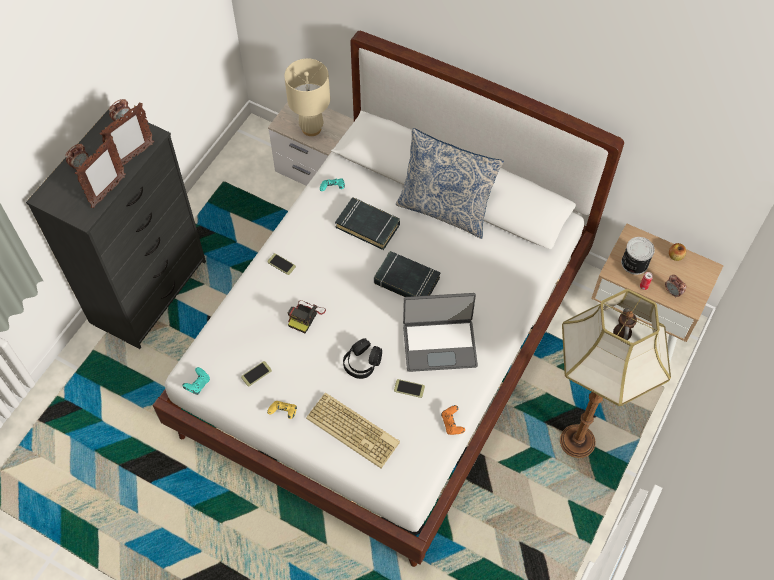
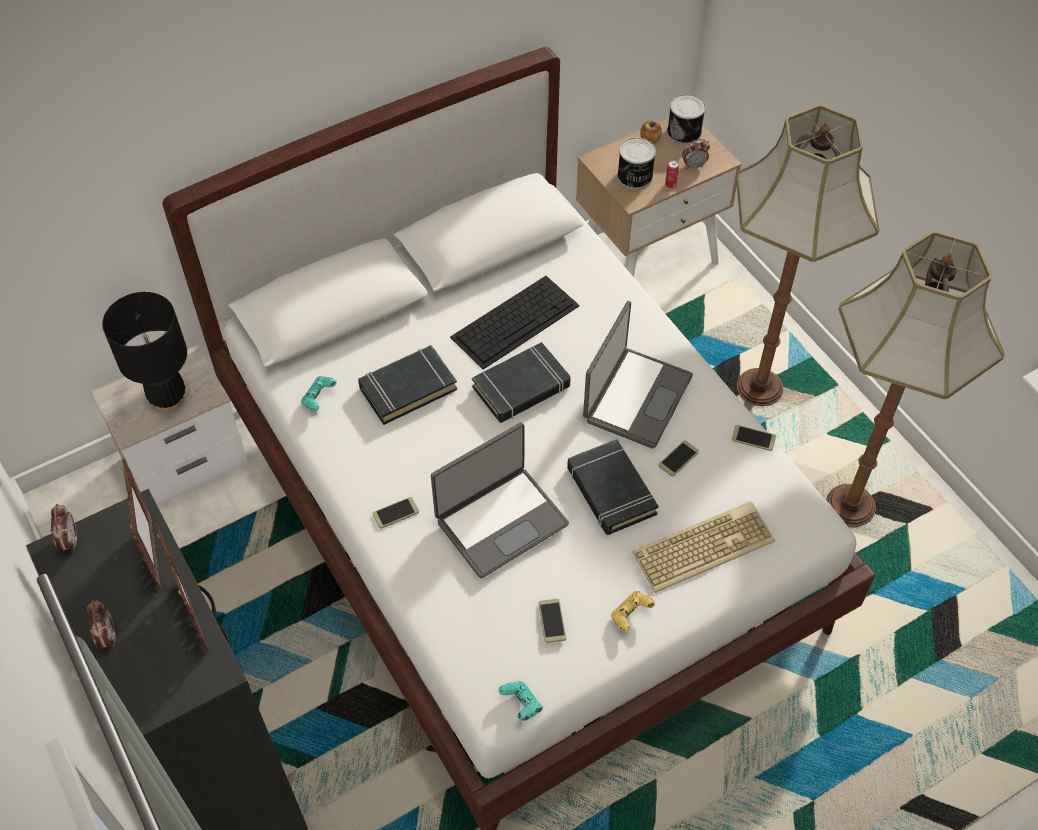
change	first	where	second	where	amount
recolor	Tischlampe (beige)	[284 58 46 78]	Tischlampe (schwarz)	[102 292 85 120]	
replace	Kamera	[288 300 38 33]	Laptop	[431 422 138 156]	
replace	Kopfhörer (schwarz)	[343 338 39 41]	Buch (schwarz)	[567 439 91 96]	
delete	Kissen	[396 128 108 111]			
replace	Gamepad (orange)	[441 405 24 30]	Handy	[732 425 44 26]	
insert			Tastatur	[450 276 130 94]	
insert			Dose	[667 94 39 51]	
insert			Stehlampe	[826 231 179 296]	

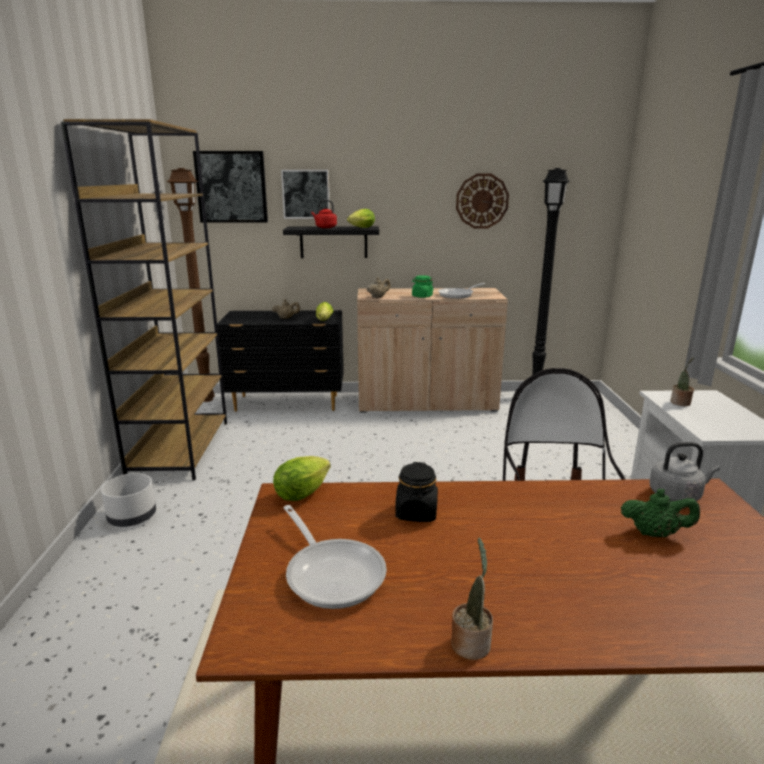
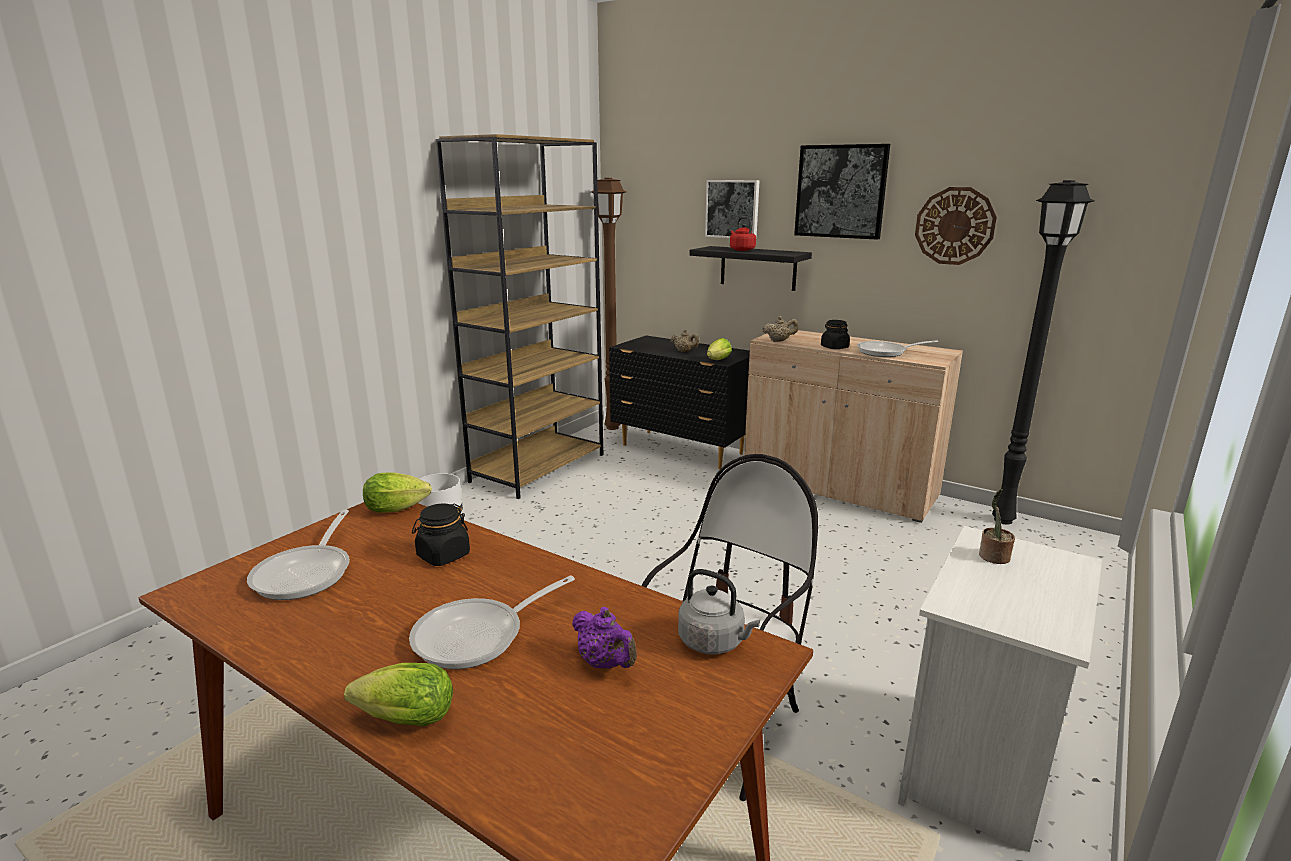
change	first	where	second	where	amount
move	Bild	[193 151 75 72]		[794 144 96 96]	
move	Salatkopf	[347 209 28 19]		[344 663 109 63]	
recolor	Vorratsglas (grün)	[412 275 21 23]	Vorratsglas (schwarz)	[821 320 29 29]	
delete	Topfpflanze	[451 538 42 122]			
recolor	Teekanne (grün)	[621 489 79 48]	Teekanne (lila)	[572 607 65 62]	
insert			Pfanne	[409 576 166 93]	

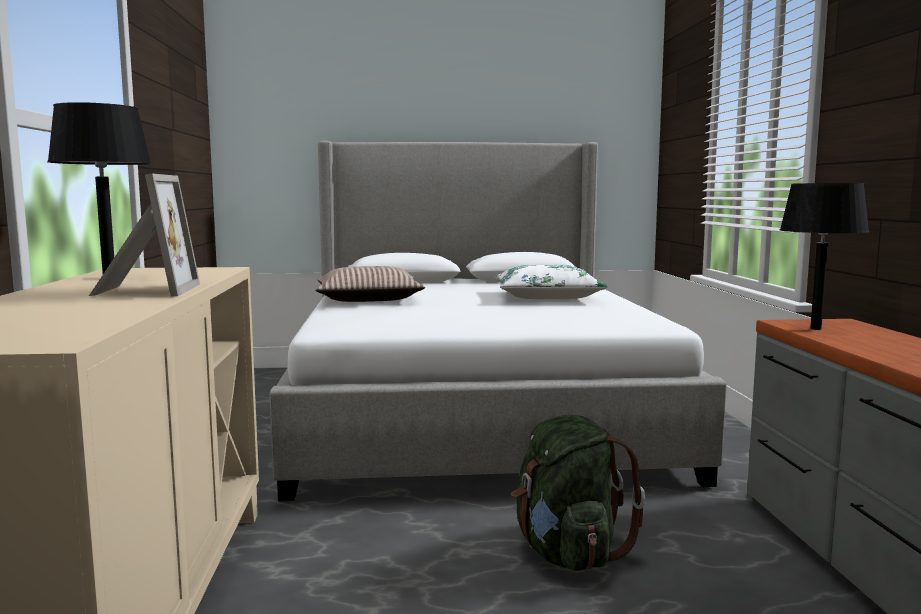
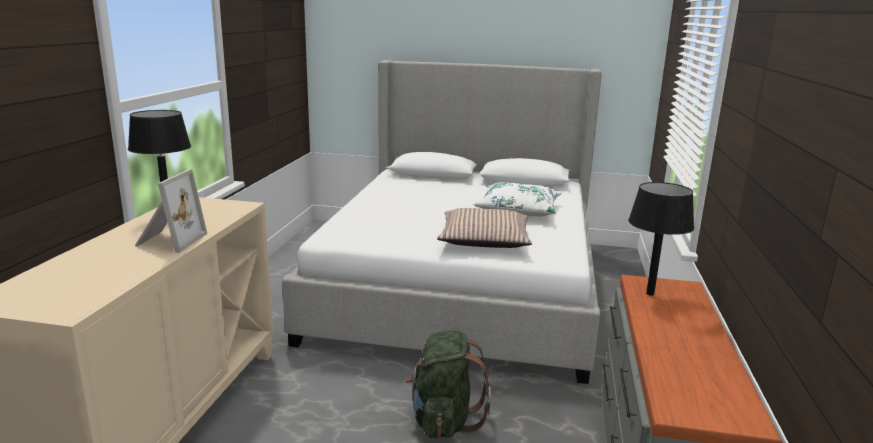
change	first	where	second	where	amount
move	Kissen	[315 266 110 36]		[437 208 95 40]	

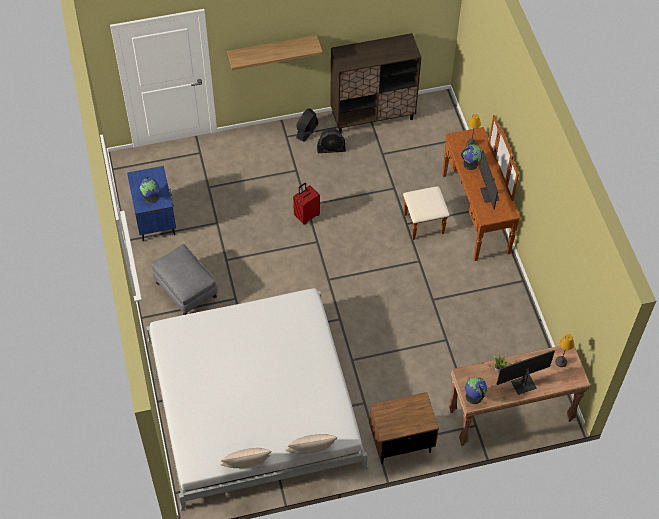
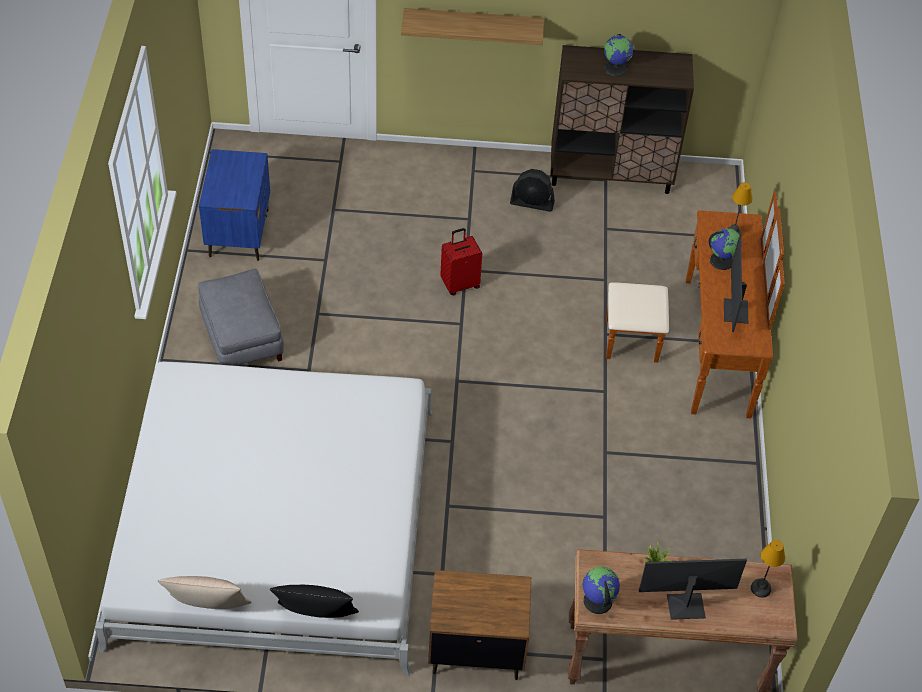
change	first	where	second	where	amount
move	Globus	[140 177 19 27]		[604 34 29 42]	
recolor	Kissen (beige)	[285 434 53 20]	Kissen (schwarz)	[270 585 89 33]	
delete	Ventilator (schwarz)	[296 109 22 33]			

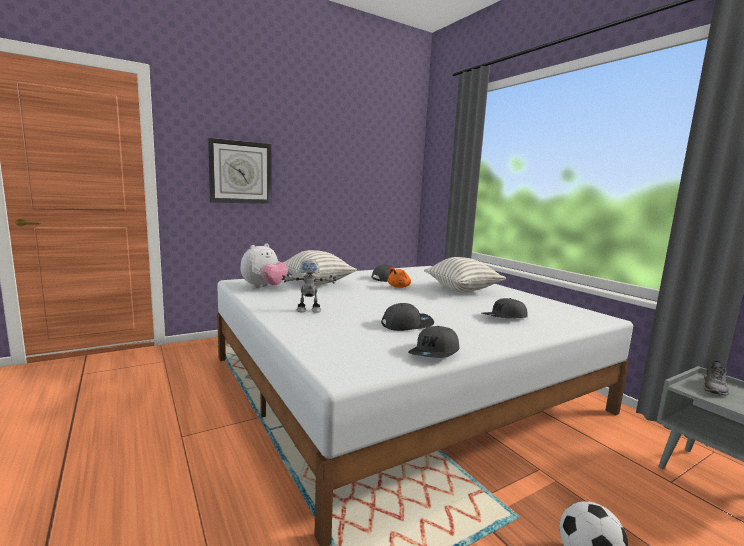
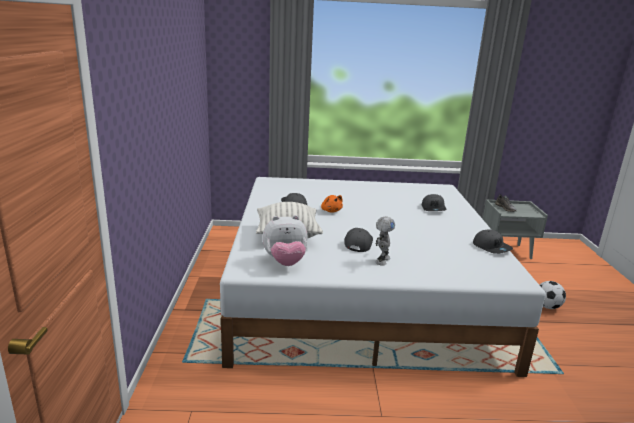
change	first	where	second	where	amount
delete	Wanduhr	[208 138 64 66]			
rotate	Plüschtier	[241 243 47 45]		[262 215 46 51]	105 degrees clockwise
move	Kappe (grau)	[381 303 53 28]		[344 228 29 24]	
delete	Kissen	[424 257 82 36]			

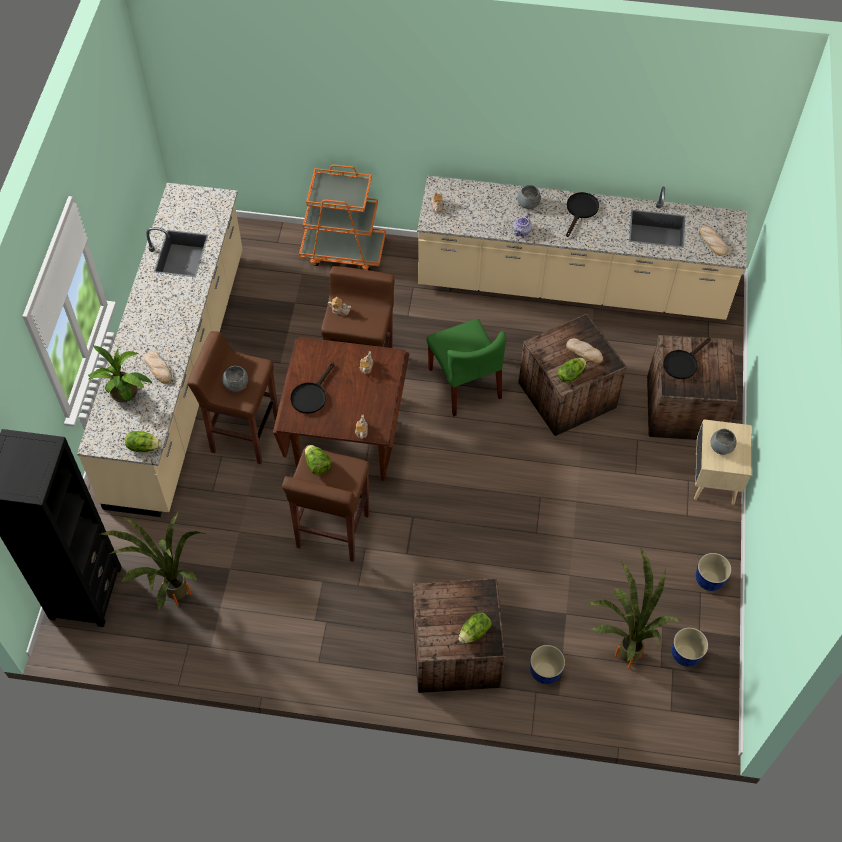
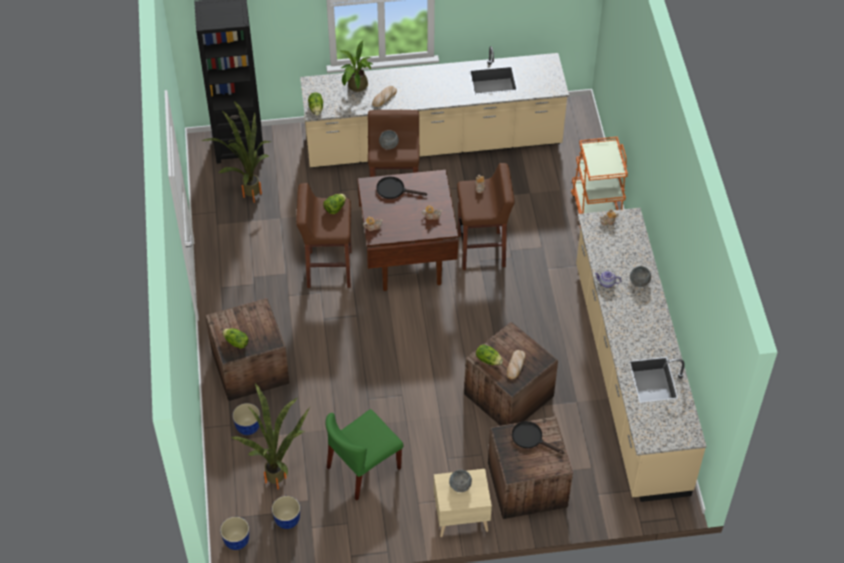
change	first	where	second	where	amount
move	Stuhl (grün)	[426 319 80 97]		[326 409 77 92]	
delete	Pfanne (schwarz)	[566 192 33 45]			
move	Pflanzkübel	[696 553 36 38]		[220 517 29 33]	
delete	Brot	[700 226 28 30]			

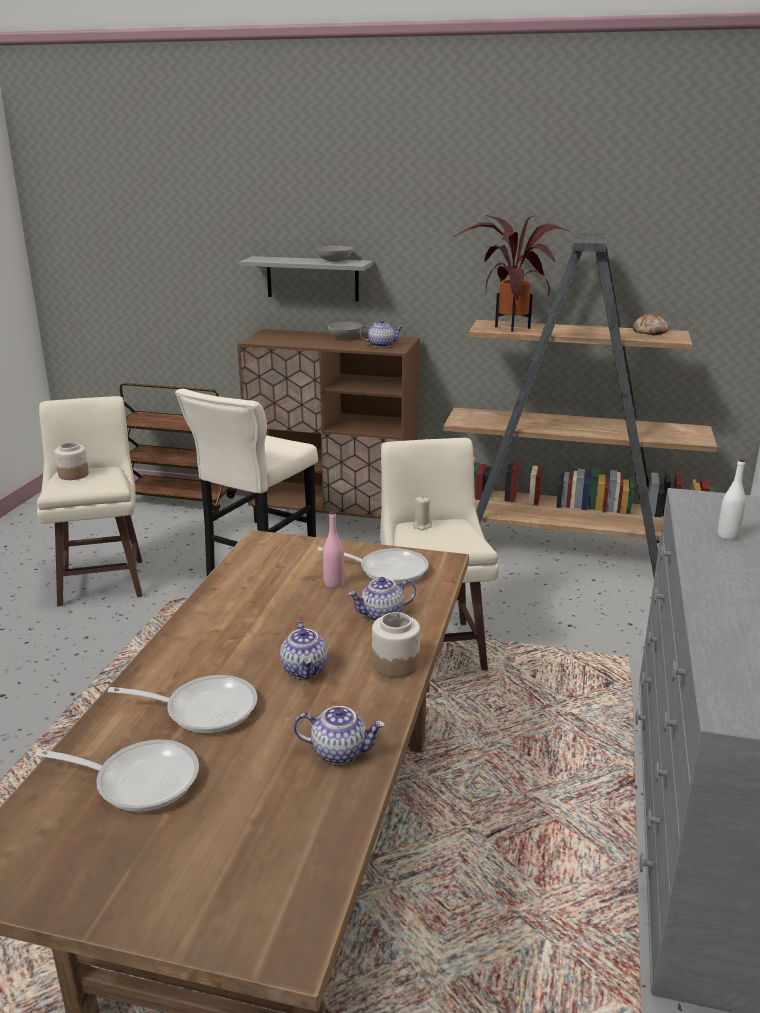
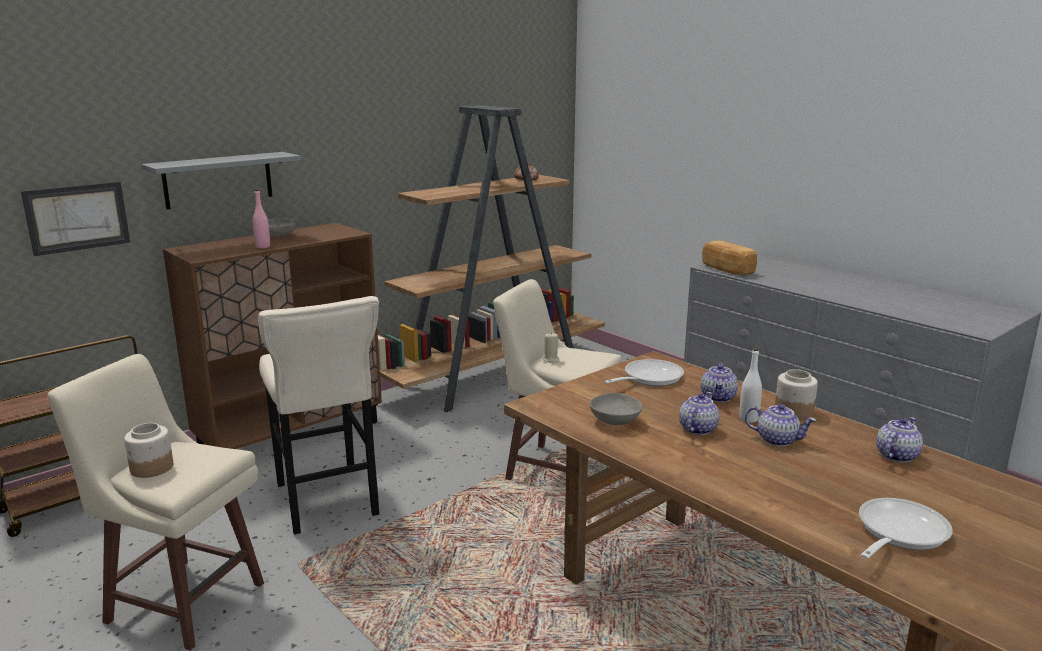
change	first	where	second	where	amount
delete	Pfanne	[108 675 149 59]			
move	Schüssel (grau)	[316 246 37 16]		[590 393 53 32]	
move	Flasche (rosa)	[323 511 21 77]		[253 189 17 59]	
move	Teekanne	[360 320 43 28]		[679 392 41 43]	
delete	Topfpflanze	[455 215 116 117]			
move	Flasche (weiß)	[718 459 28 81]		[739 348 23 75]	
insert			Bild	[21 182 109 74]	
insert			Brot	[702 240 55 35]	

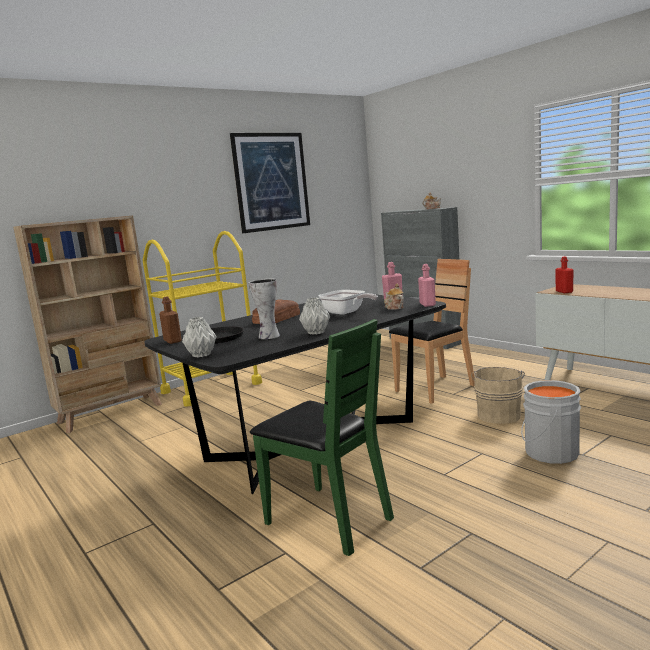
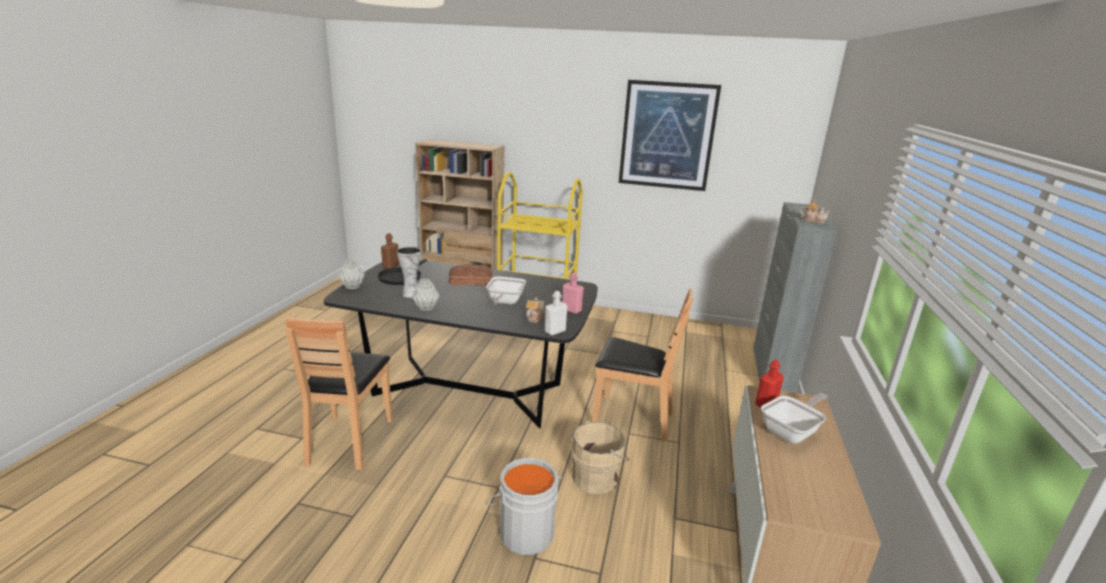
change	first	where	second	where	amount
recolor	Stuhl (grün)	[250 319 144 237]	Stuhl (braun)	[285 317 107 153]	
recolor	Flasche (rosa)	[418 264 18 43]	Flasche (weiß)	[545 291 22 45]	
insert			Pfanne	[761 393 67 51]	

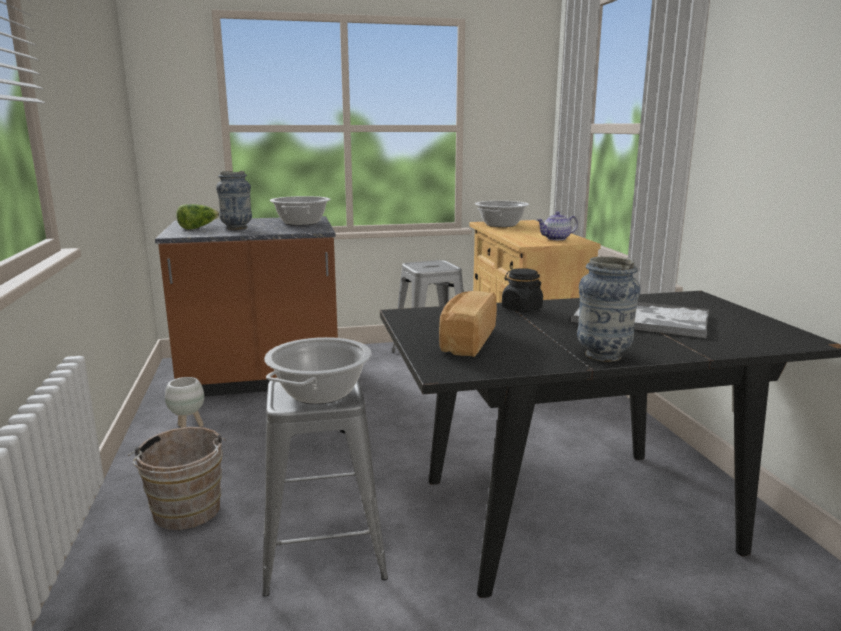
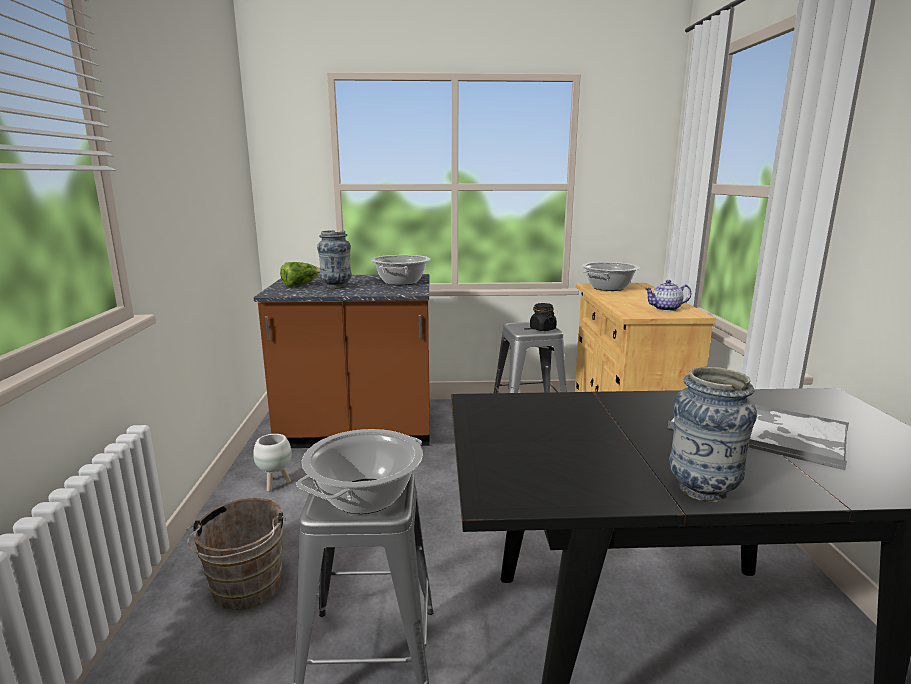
change	first	where	second	where	amount
delete	Brot	[439 291 58 66]			
move	Vorratsglas (schwarz)	[502 268 41 44]		[530 303 27 28]	

